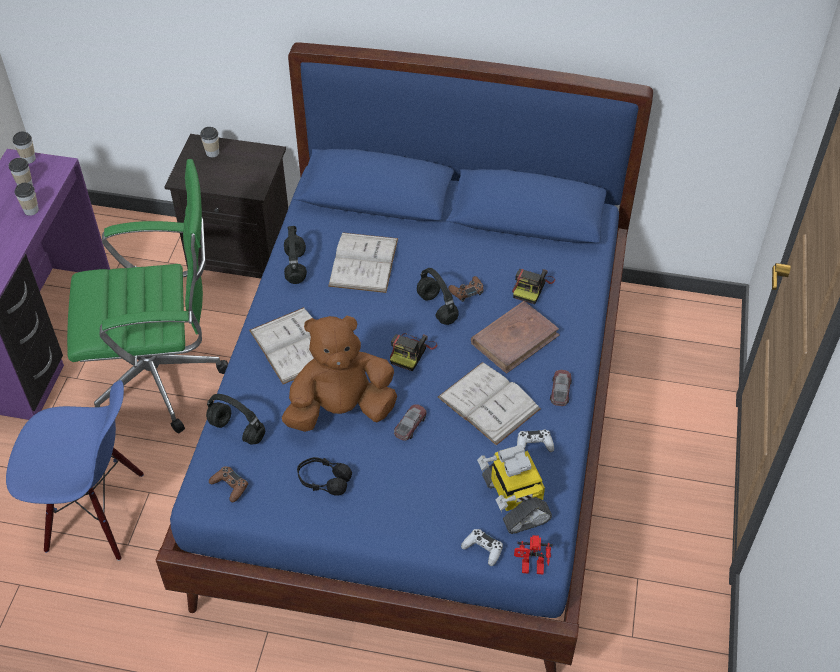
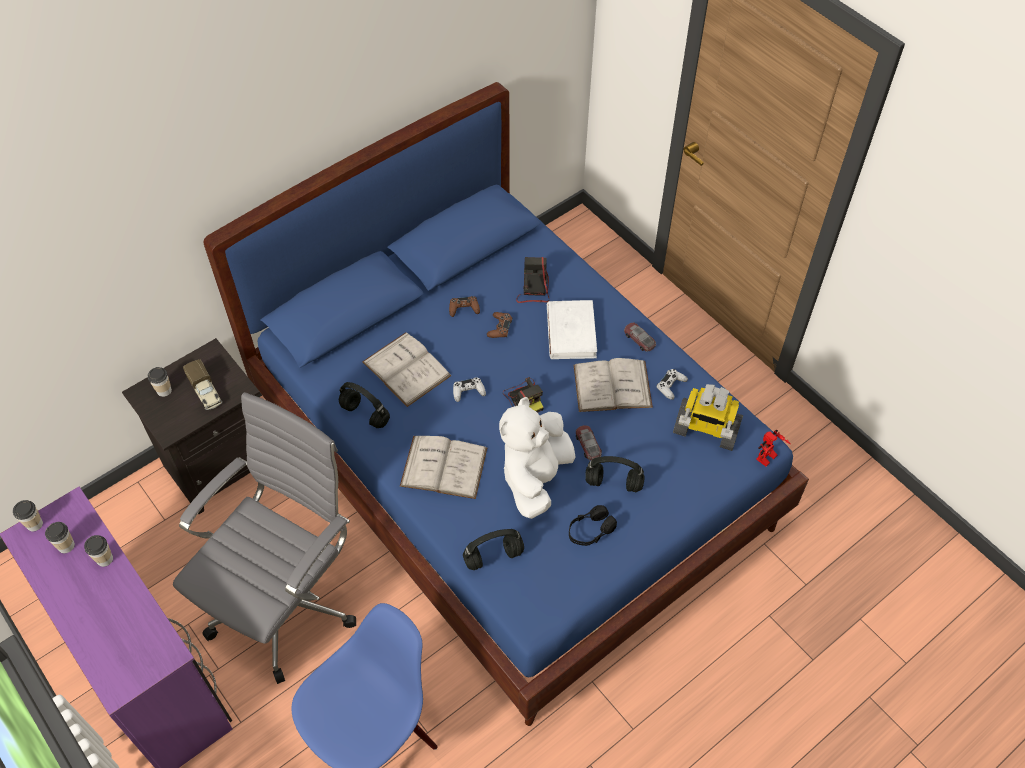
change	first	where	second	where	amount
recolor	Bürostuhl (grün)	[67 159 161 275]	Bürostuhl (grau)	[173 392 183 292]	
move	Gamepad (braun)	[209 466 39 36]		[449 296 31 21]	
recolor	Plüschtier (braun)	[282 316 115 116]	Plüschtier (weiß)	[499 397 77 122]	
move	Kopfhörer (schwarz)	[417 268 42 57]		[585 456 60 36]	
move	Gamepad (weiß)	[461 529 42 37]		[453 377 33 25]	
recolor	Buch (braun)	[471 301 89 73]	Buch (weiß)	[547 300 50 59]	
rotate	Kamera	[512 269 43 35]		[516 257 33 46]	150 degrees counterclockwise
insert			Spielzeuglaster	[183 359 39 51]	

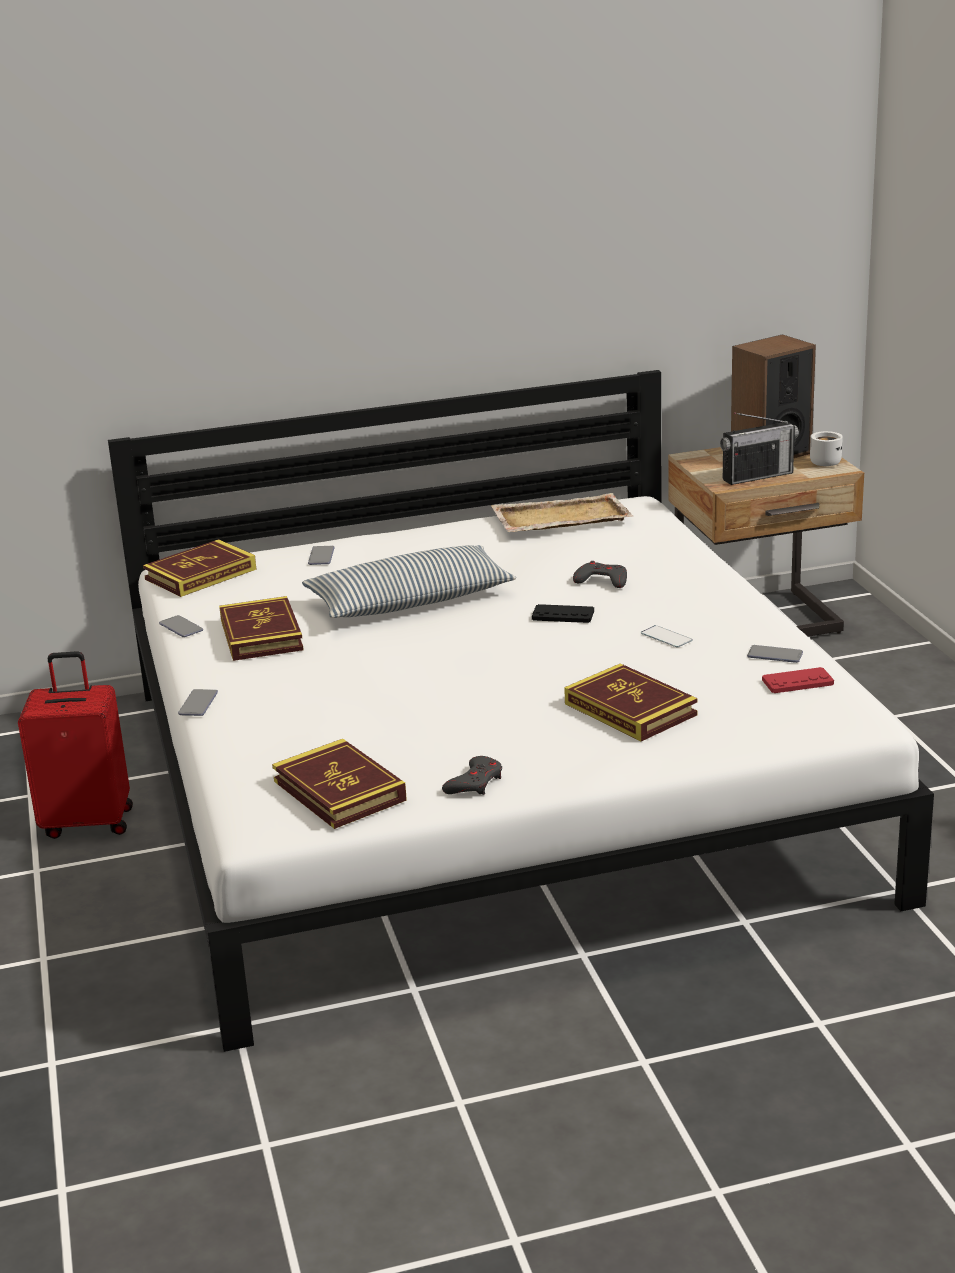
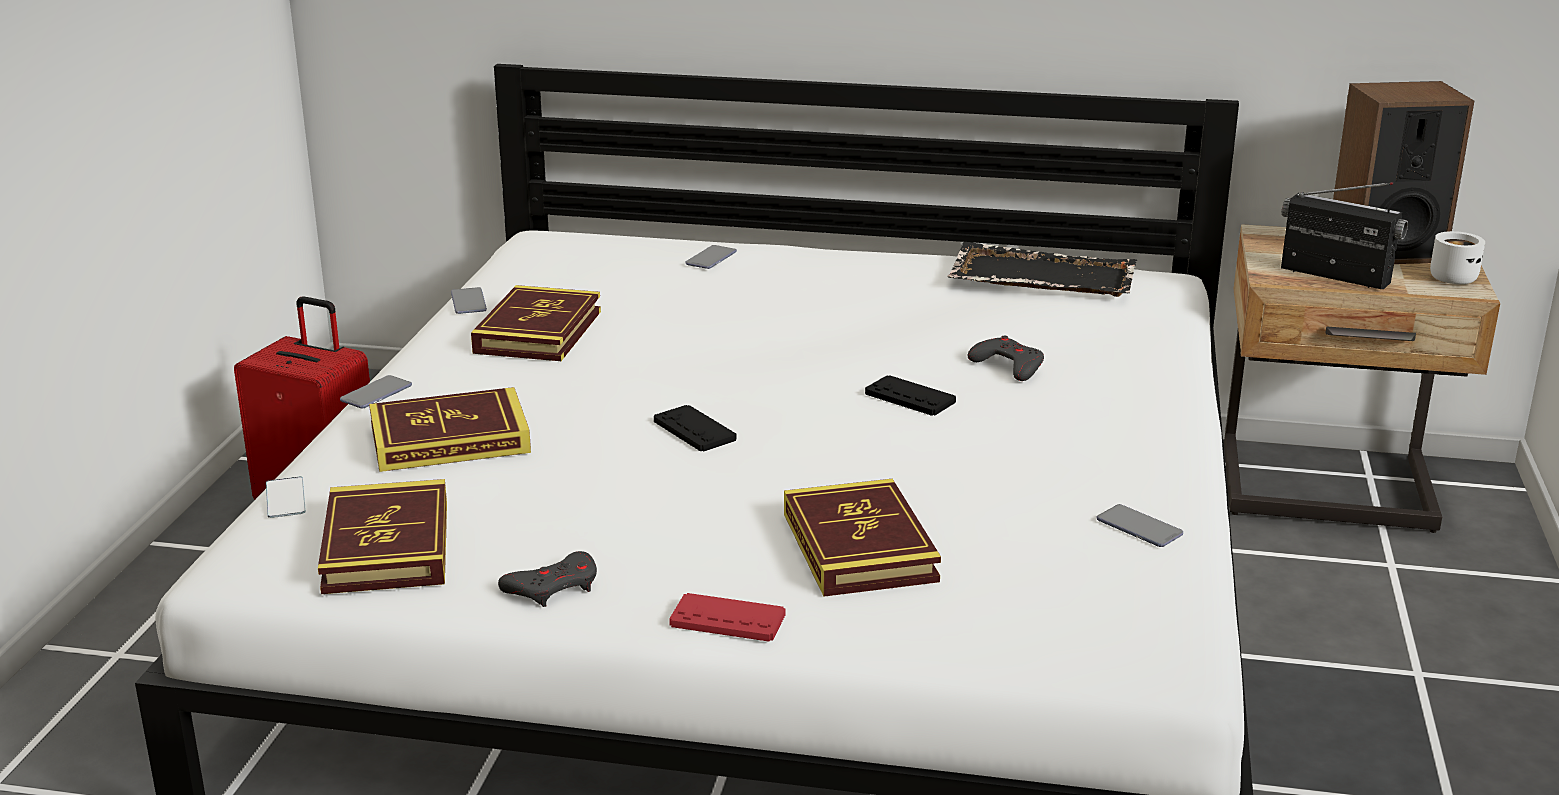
change	first	where	second	where	amount
move	Buch	[143 539 113 58]		[369 387 162 85]	
delete	Kissen	[302 545 214 73]			
recolor	Tablett (beige)	[491 493 142 39]	Tablett (schwarz)	[947 242 191 55]	
move	Handy	[641 625 51 22]		[266 477 40 41]	
rotate	Radio	[720 413 79 72]		[1281 182 127 107]	150 degrees counterclockwise
move	Gamepad (rot)	[762 667 72 26]		[669 593 116 49]	
insert			Gamepad (schwarz)	[654 405 82 47]	

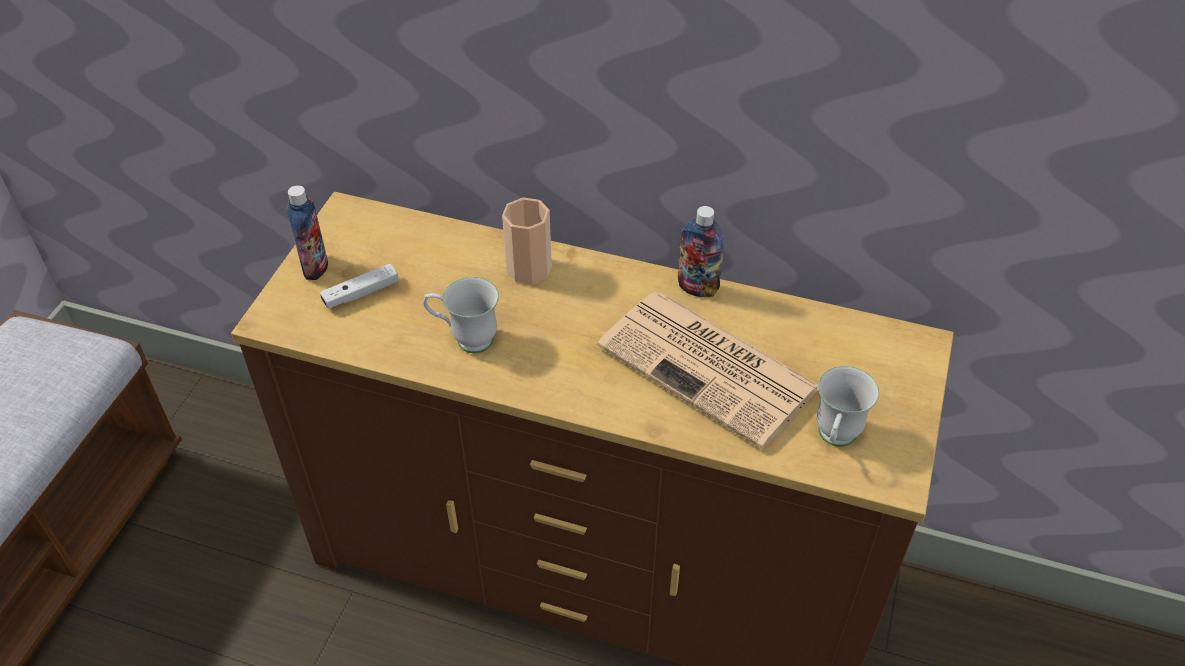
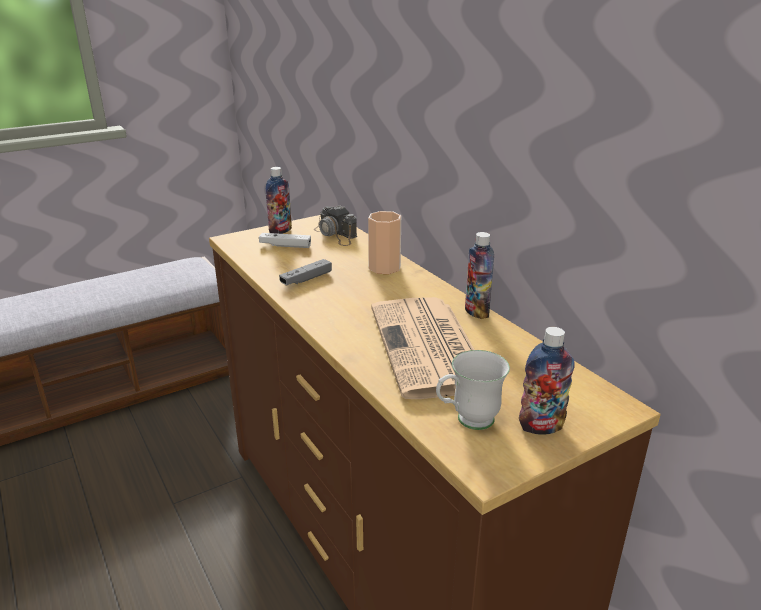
change	first	where	second	where	amount
replace	Henkelbecher (weiß)	[423 277 76 76]	Gamepad (grau)	[279 259 53 26]	
insert			Kamera	[314 205 43 41]	
insert			Flasche	[519 327 56 108]	

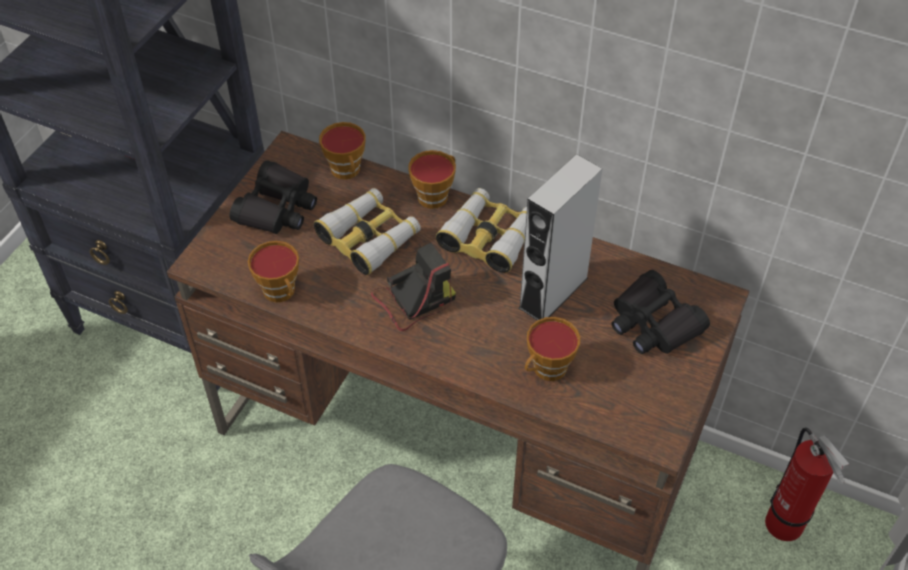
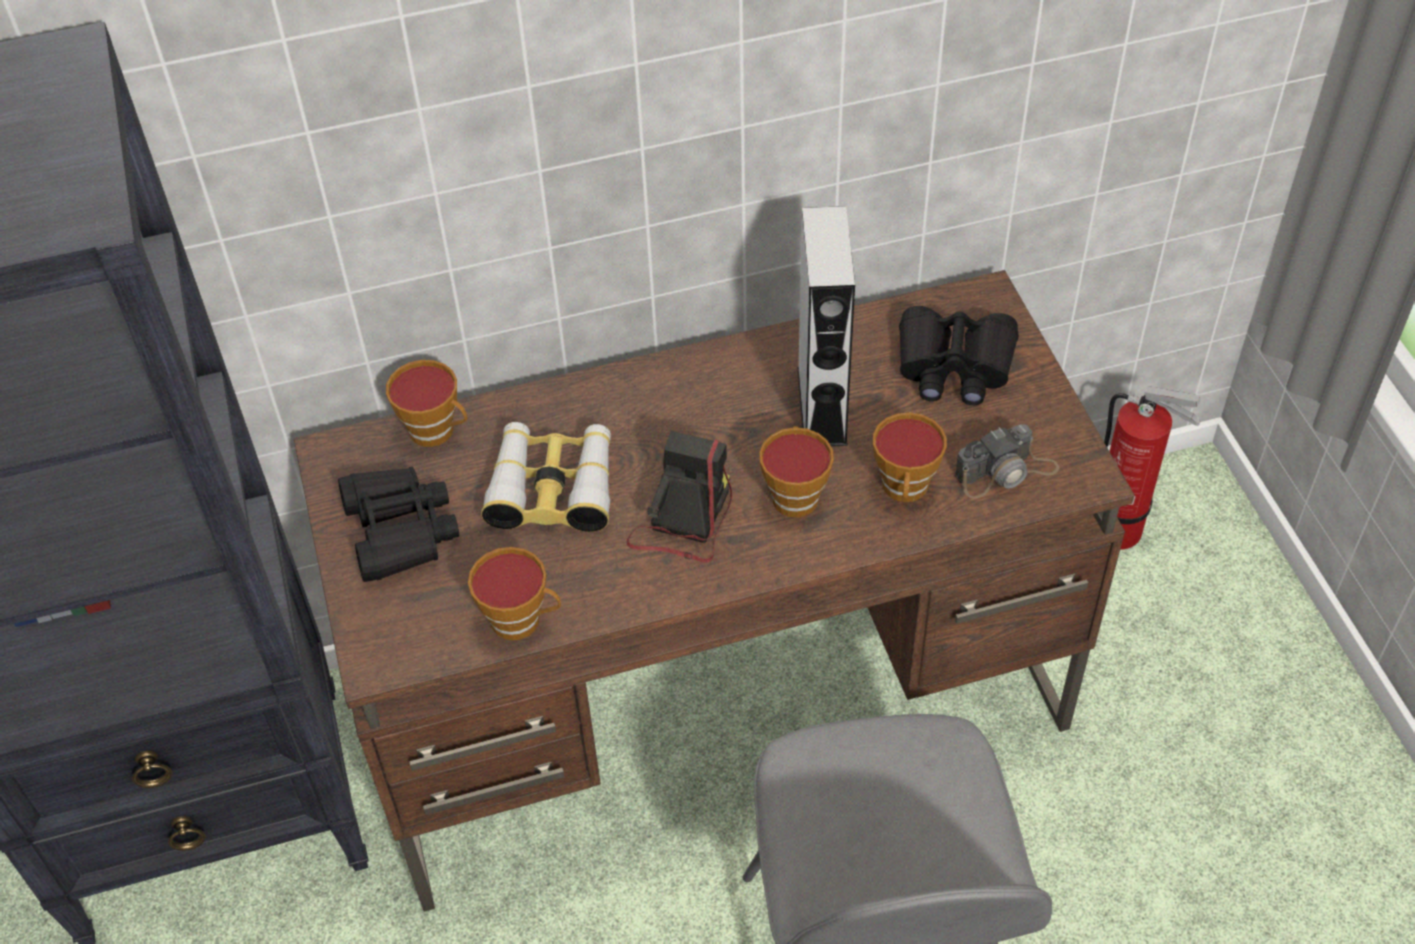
change	first	where	second	where	amount
move	Tasse	[408 150 48 59]		[759 426 75 92]	
delete	Fernglas	[436 188 91 85]			
insert			Kamera	[955 424 105 74]	

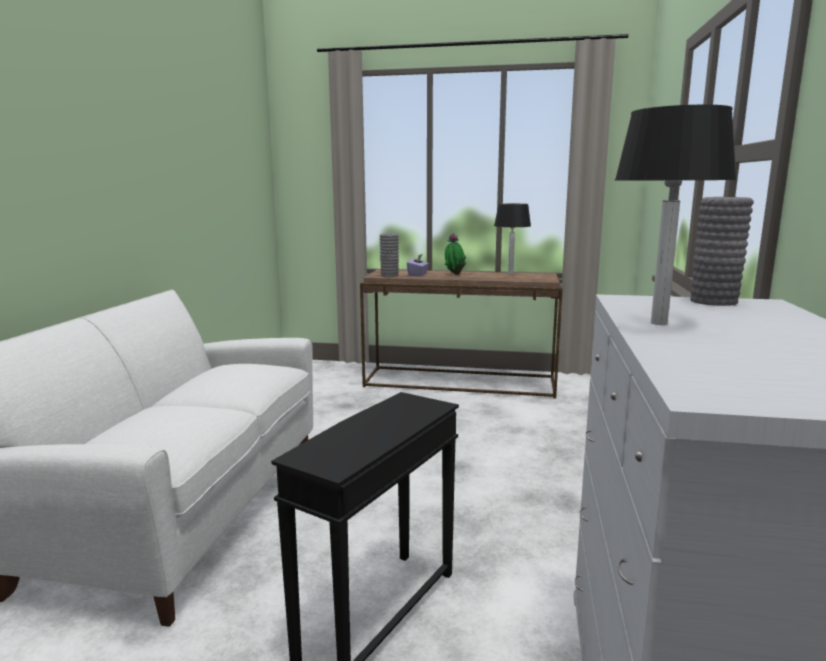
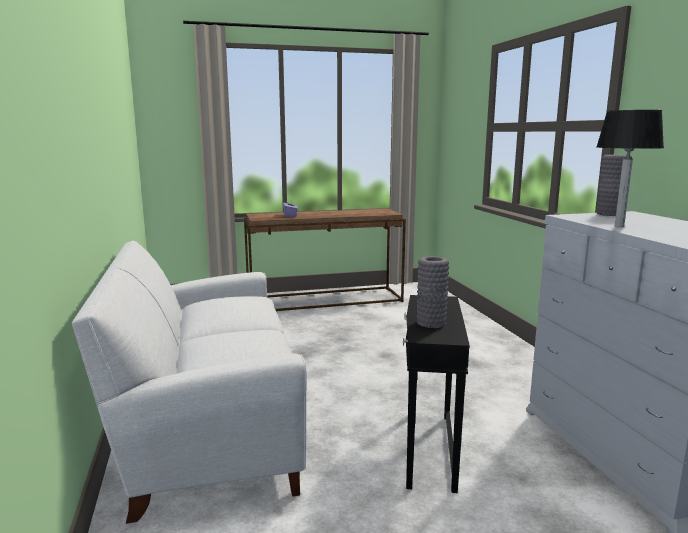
change	first	where	second	where	amount
move	Vase (grau)	[380 233 19 44]		[417 256 32 72]	
delete	Topfpflanze	[445 233 21 42]			
delete	Tischlampe	[494 204 37 70]			

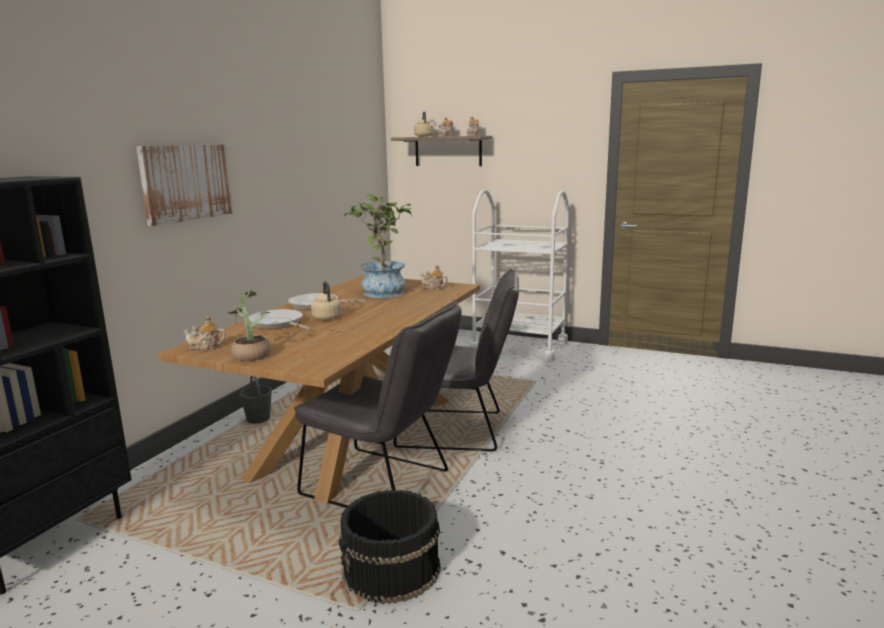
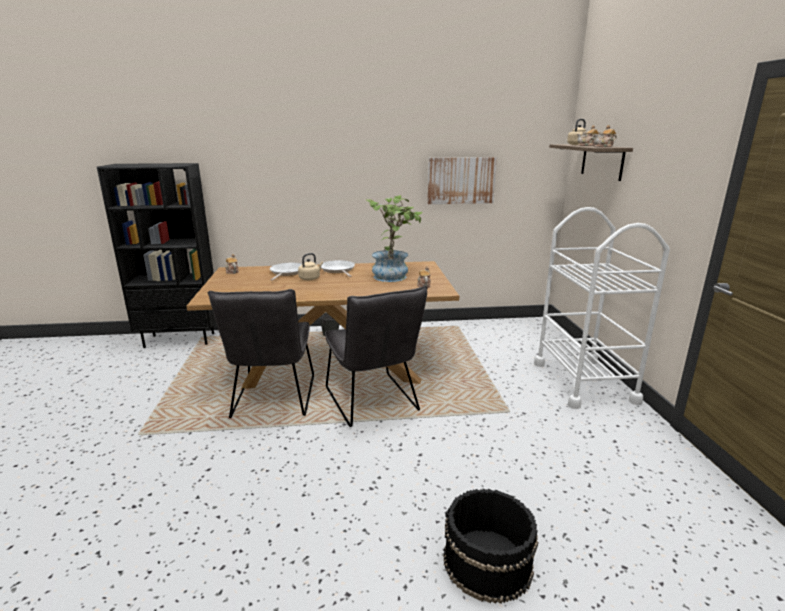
change	first	where	second	where	amount
move	Bild	[136 144 97 82]		[428 157 69 47]	
delete	Topfpflanze	[228 287 43 74]			
move	Eimer (schwarz)	[339 490 102 114]		[443 489 95 115]	

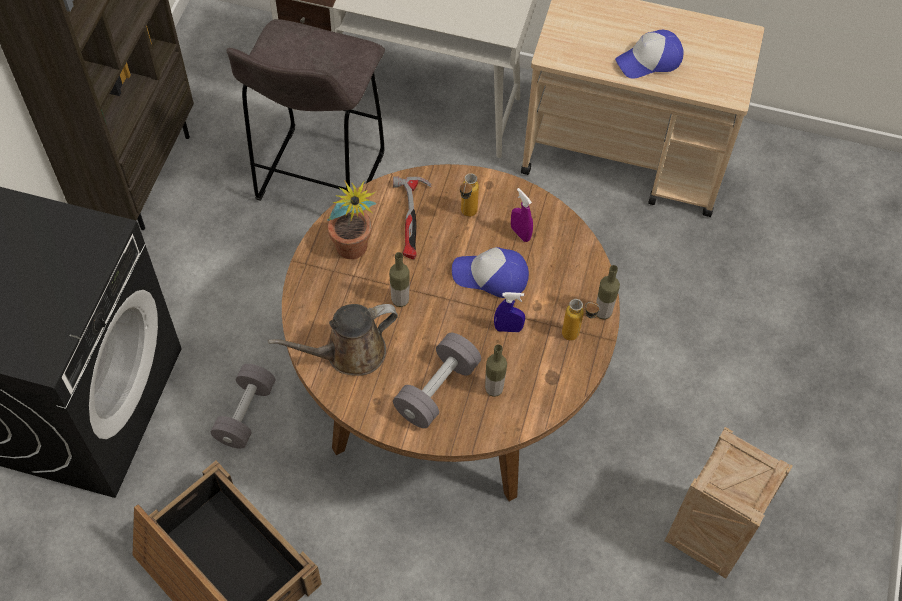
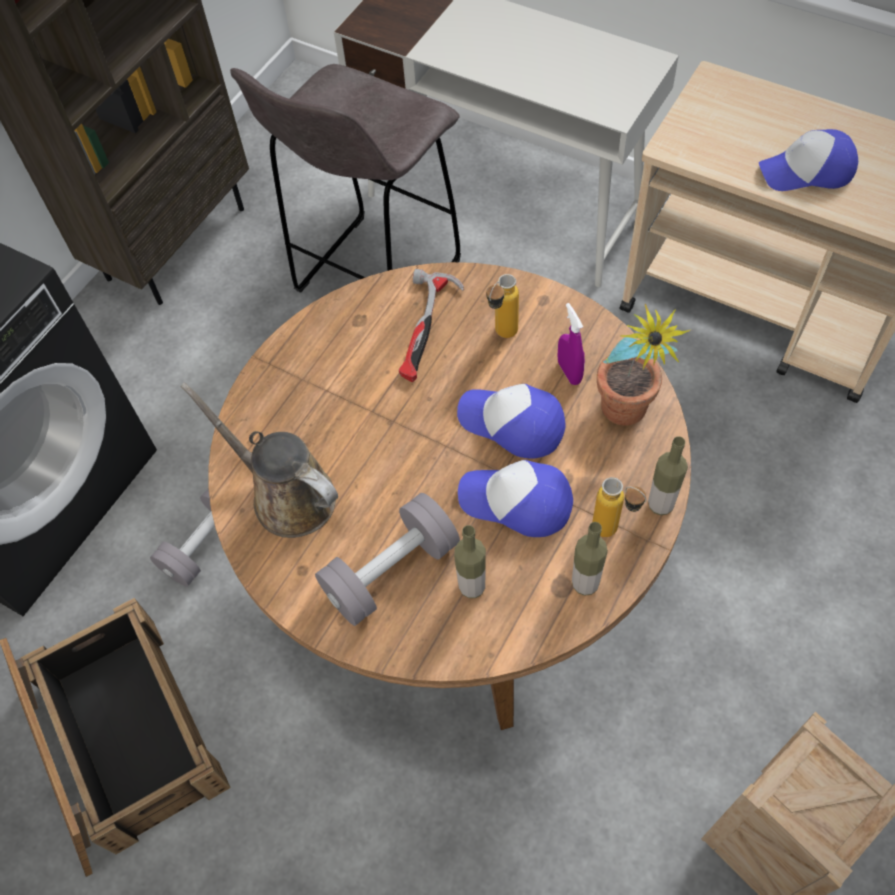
change	first	where	second	where	amount
rotate	Gießkanne (braun)	[268 304 130 72]		[180 382 158 156]	45 degrees clockwise
move	Topfpflanze	[327 180 50 79]		[597 303 95 122]	
move	Flasche	[389 252 21 55]		[572 522 36 74]	
replace	Sprühflasche (blau)	[494 292 31 40]	Kappe	[458 460 115 77]	

